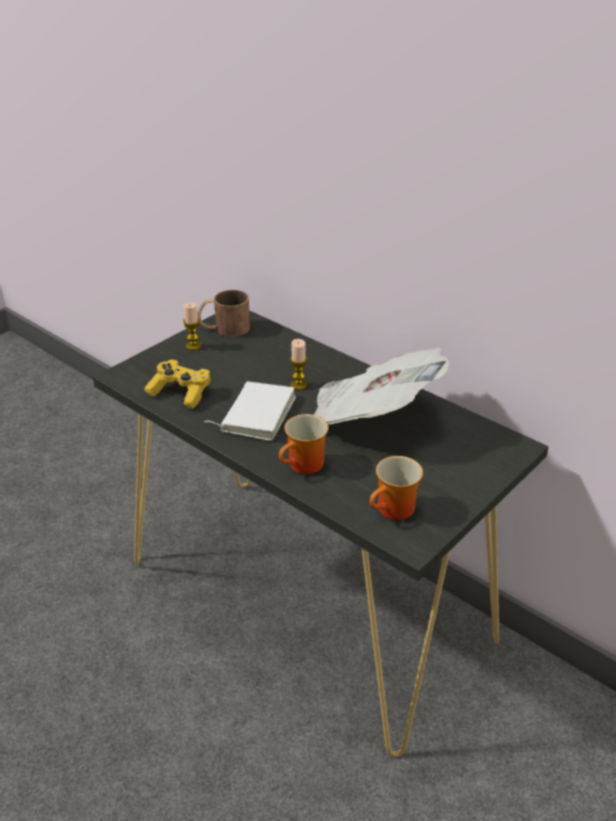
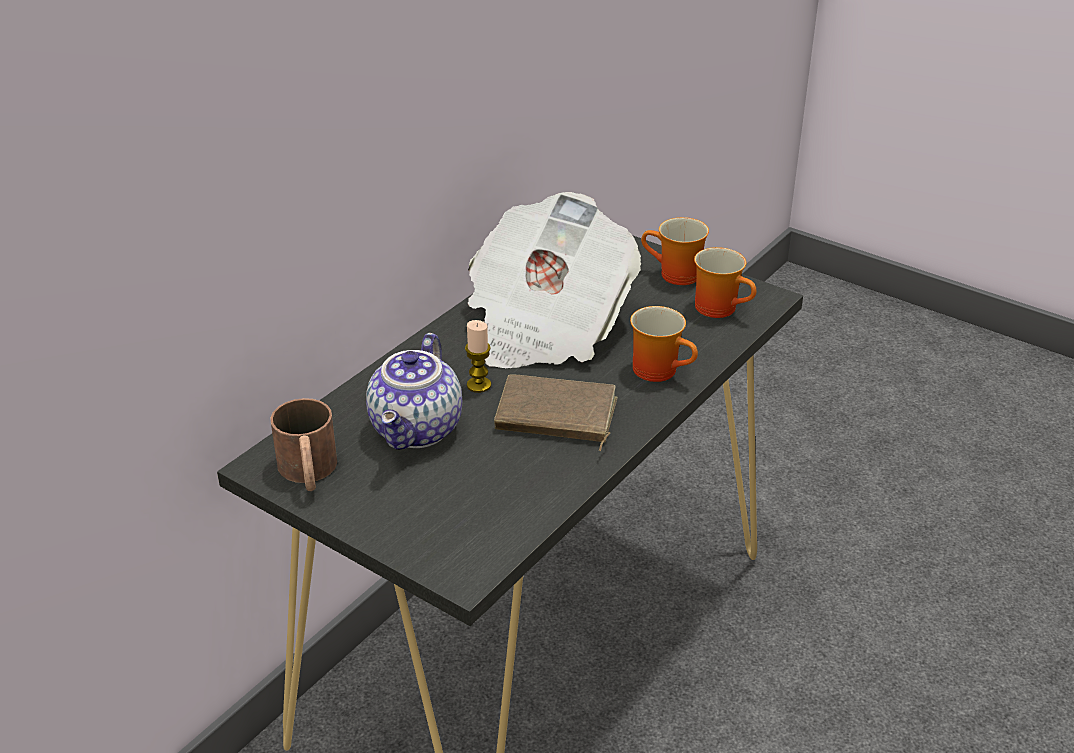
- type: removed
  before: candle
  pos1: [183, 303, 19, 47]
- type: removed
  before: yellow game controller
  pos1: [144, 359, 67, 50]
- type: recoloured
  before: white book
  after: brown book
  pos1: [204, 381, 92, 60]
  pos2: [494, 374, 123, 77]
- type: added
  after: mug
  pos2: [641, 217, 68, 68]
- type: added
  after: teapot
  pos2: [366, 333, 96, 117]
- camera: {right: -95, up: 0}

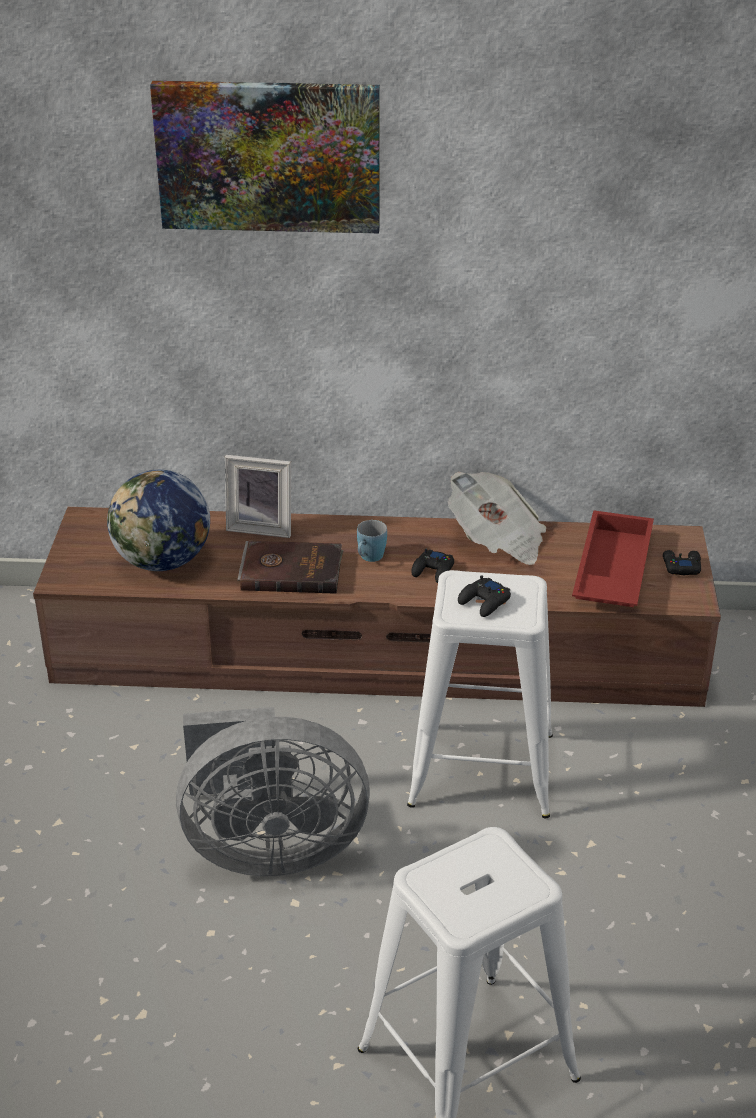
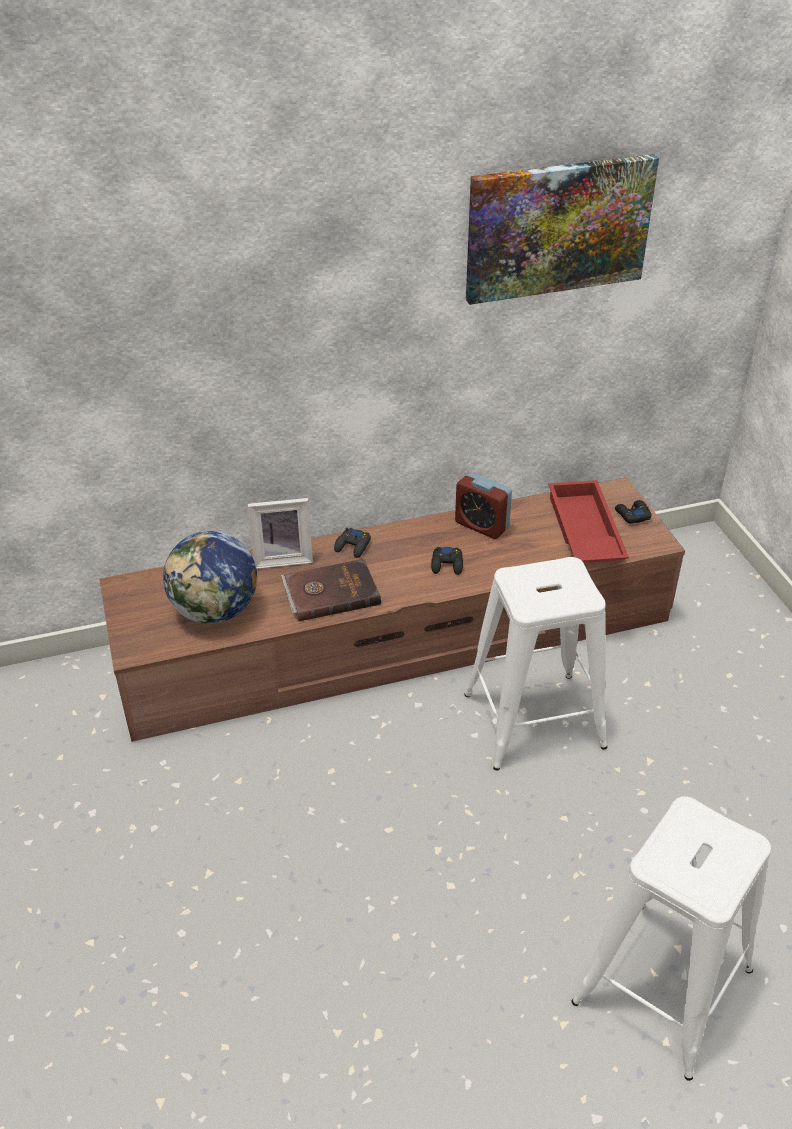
- type: moved
  before: picture
  pos1: [150, 81, 230, 152]
  pos2: [466, 154, 193, 151]
- type: replaced
  before: newspaper
  after: alarm clock
  pos1: [448, 472, 98, 93]
  pos2: [455, 472, 57, 67]
- type: removed
  before: blue mug
  pos1: [357, 520, 30, 42]
- type: moved
  before: black game controller
  pos1: [458, 575, 53, 42]
  pos2: [334, 528, 37, 30]
- type: removed
  before: grey fan
  pos1: [176, 707, 194, 169]
- camera: {right: -20, up: 5}

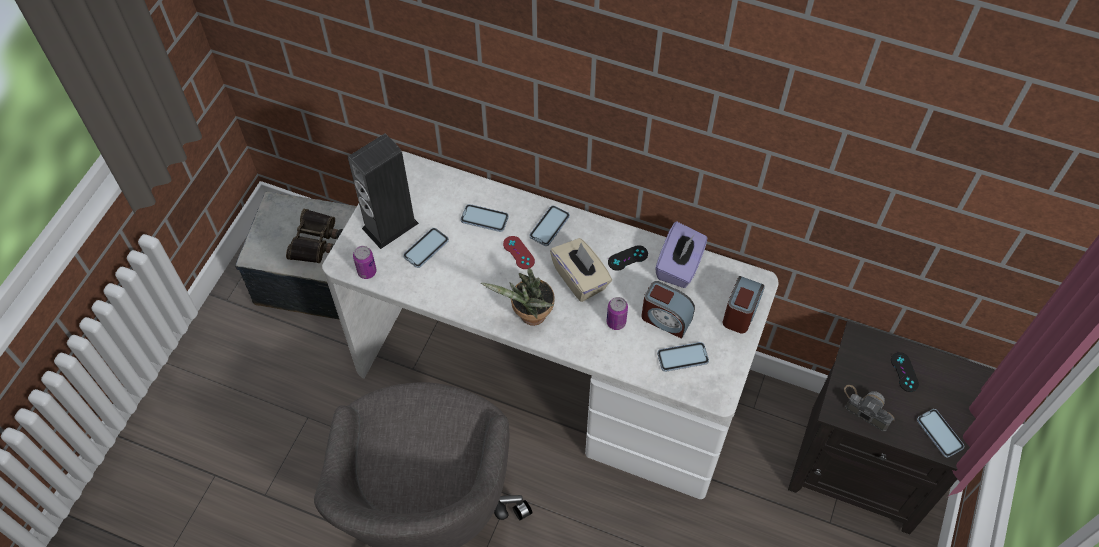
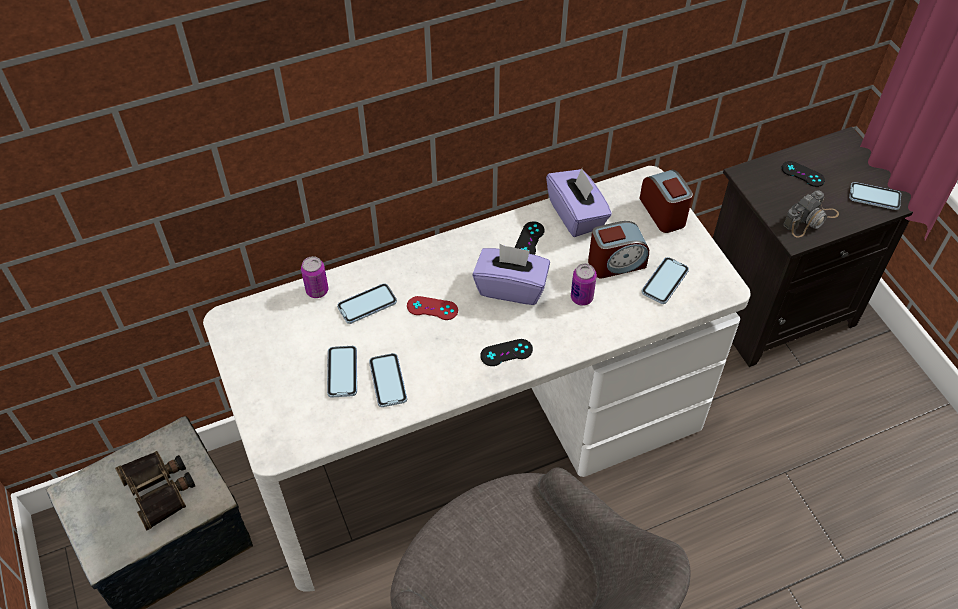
- type: removed
  before: speaker
  pos1: [348, 134, 71, 115]
- type: moved
  before: phone
  pos1: [529, 205, 41, 41]
  pos2: [369, 353, 38, 54]
- type: recoloured
  before: beige tissue box
  after: purple tissue box
  pos1: [550, 238, 62, 64]
  pos2: [472, 244, 78, 61]
- type: moved
  before: can
  pos1: [353, 246, 24, 33]
  pos2: [301, 256, 27, 42]
- type: replaced
  before: potted plant
  after: black game controller
  pos1: [481, 268, 73, 58]
  pos2: [480, 339, 53, 27]
- type: turned
  before: photo camera
  pos1: [844, 385, 51, 46]
  pos2: [783, 190, 56, 48]
  turn: 150
- camera: {right: -45, up: -5}

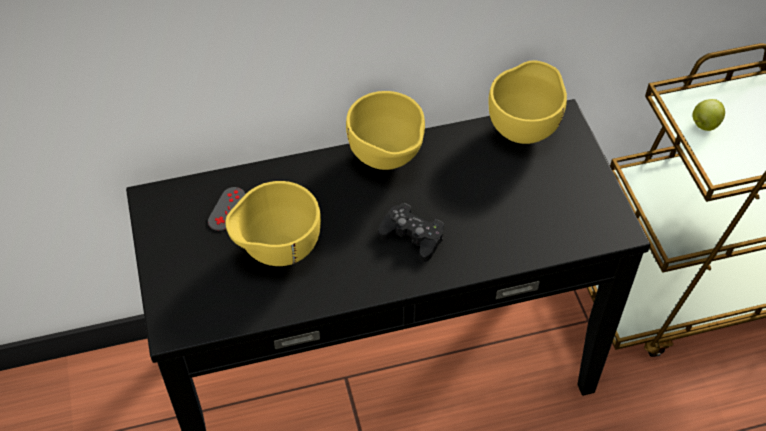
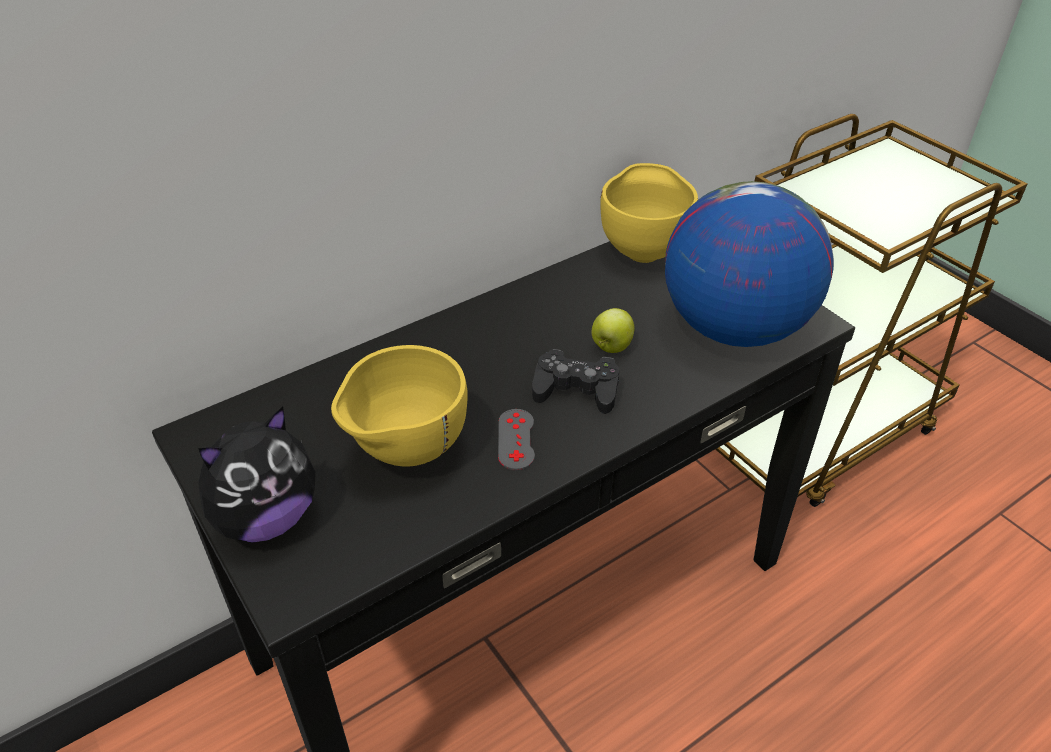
- type: removed
  before: yellow bowl
  pos1: [346, 91, 79, 79]
- type: moved
  before: apple
  pos1: [693, 99, 32, 32]
  pos2: [592, 308, 43, 45]
- type: moved
  before: grey game controller
  pos1: [208, 187, 37, 44]
  pos2: [498, 409, 37, 61]
- type: added
  after: globe
  pos2: [665, 181, 169, 166]
- type: added
  after: plush toy
  pos2: [198, 406, 118, 137]
- camera: {right: -20, up: -10}

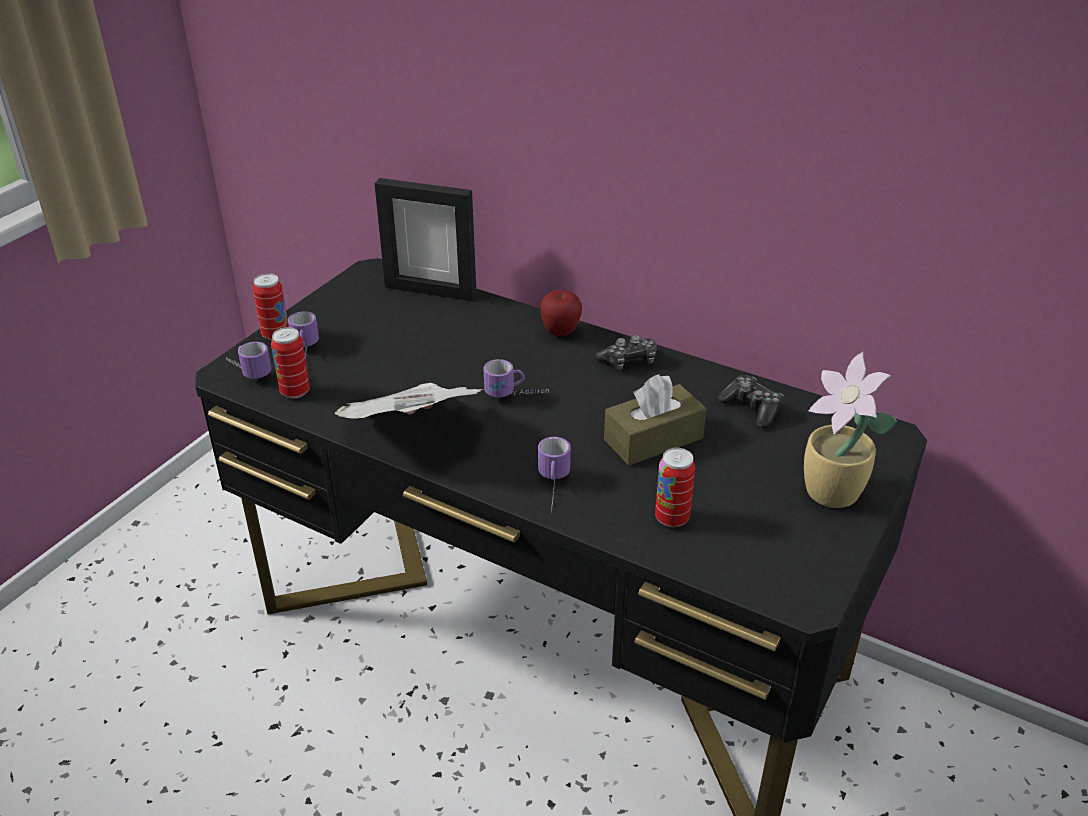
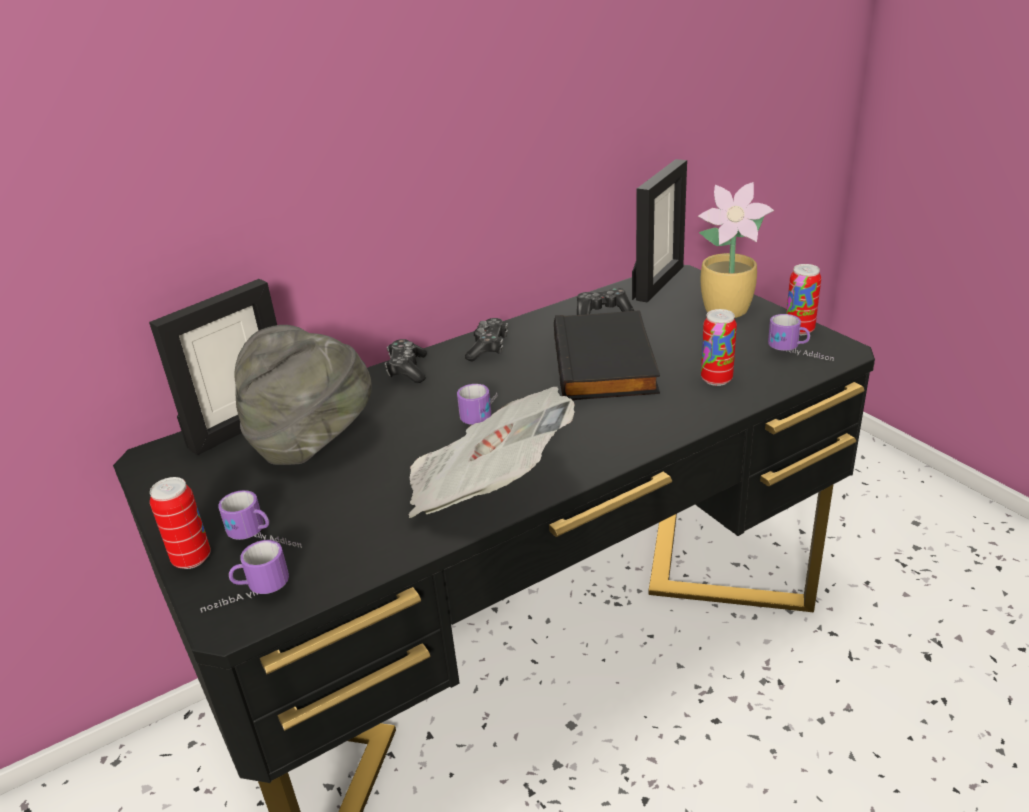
- type: replaced
  before: apple
  after: game controller
  pos1: [540, 290, 42, 46]
  pos2: [385, 339, 42, 44]
- type: moved
  before: can
  pos1: [271, 327, 39, 72]
  pos2: [786, 264, 35, 71]
- type: replaced
  before: brown tissue box
  after: black book
  pos1: [604, 374, 103, 91]
  pos2: [554, 310, 106, 91]
- type: moved
  before: mug
  pos1: [538, 437, 33, 76]
  pos2: [768, 314, 66, 47]
- type: added
  after: picture frame
  pos2: [632, 159, 55, 144]
- type: added
  after: grey hat
  pos2: [234, 325, 138, 140]
- camera: {right: -60, up: -5}

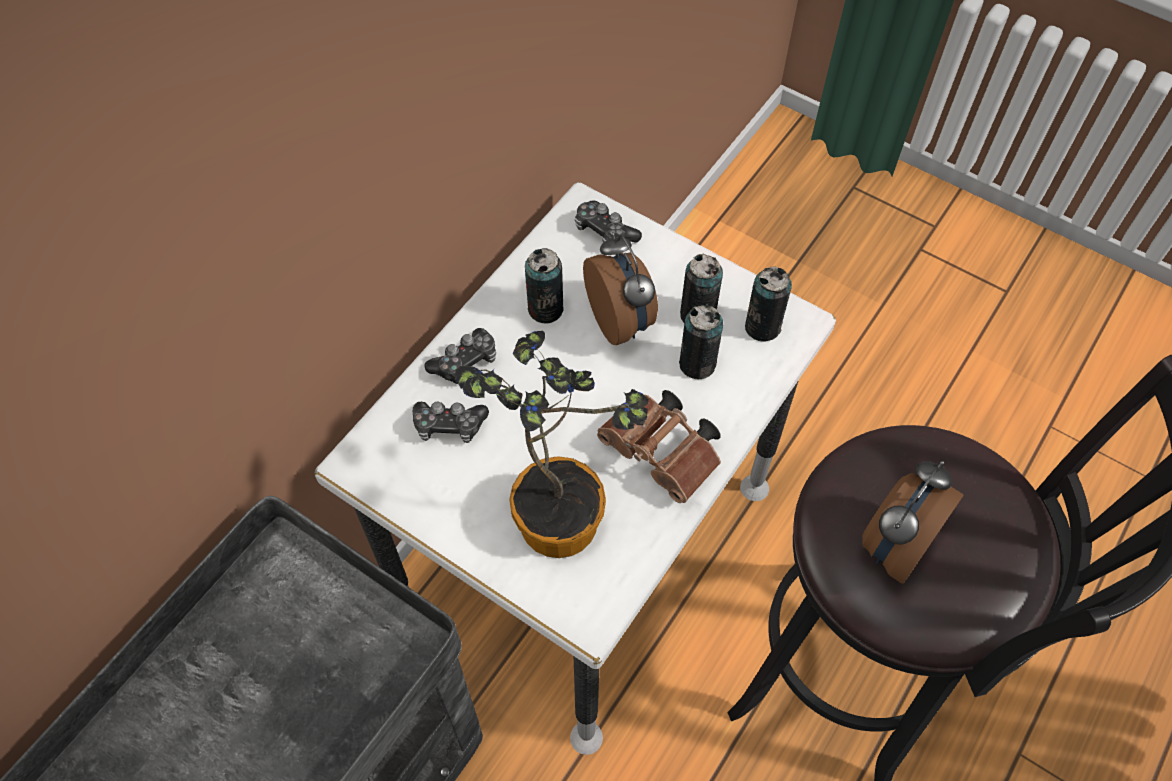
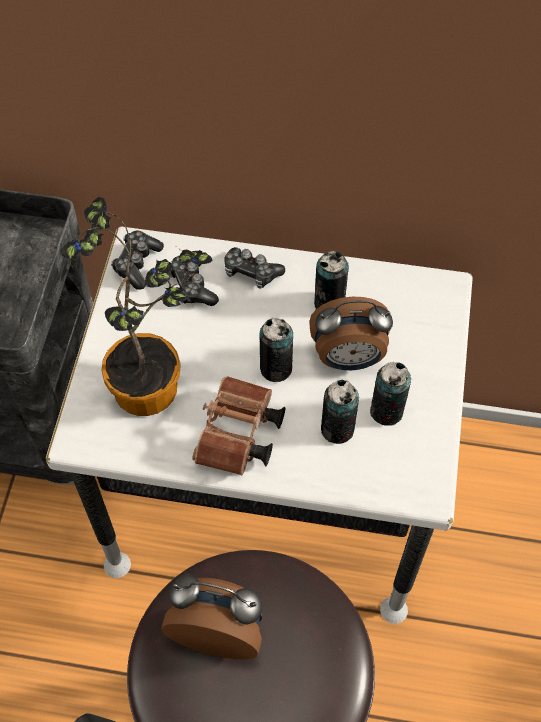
- type: moved
  before: game controller
  pos1: [575, 201, 67, 41]
  pos2: [111, 231, 53, 59]
- type: turned
  before: alarm clock
  pos1: [583, 232, 75, 113]
  pos2: [309, 297, 84, 73]
  turn: 45
- type: moved
  before: can
  pos1: [745, 267, 47, 75]
  pos2: [260, 318, 33, 64]
- camera: {right: 65, up: 0}

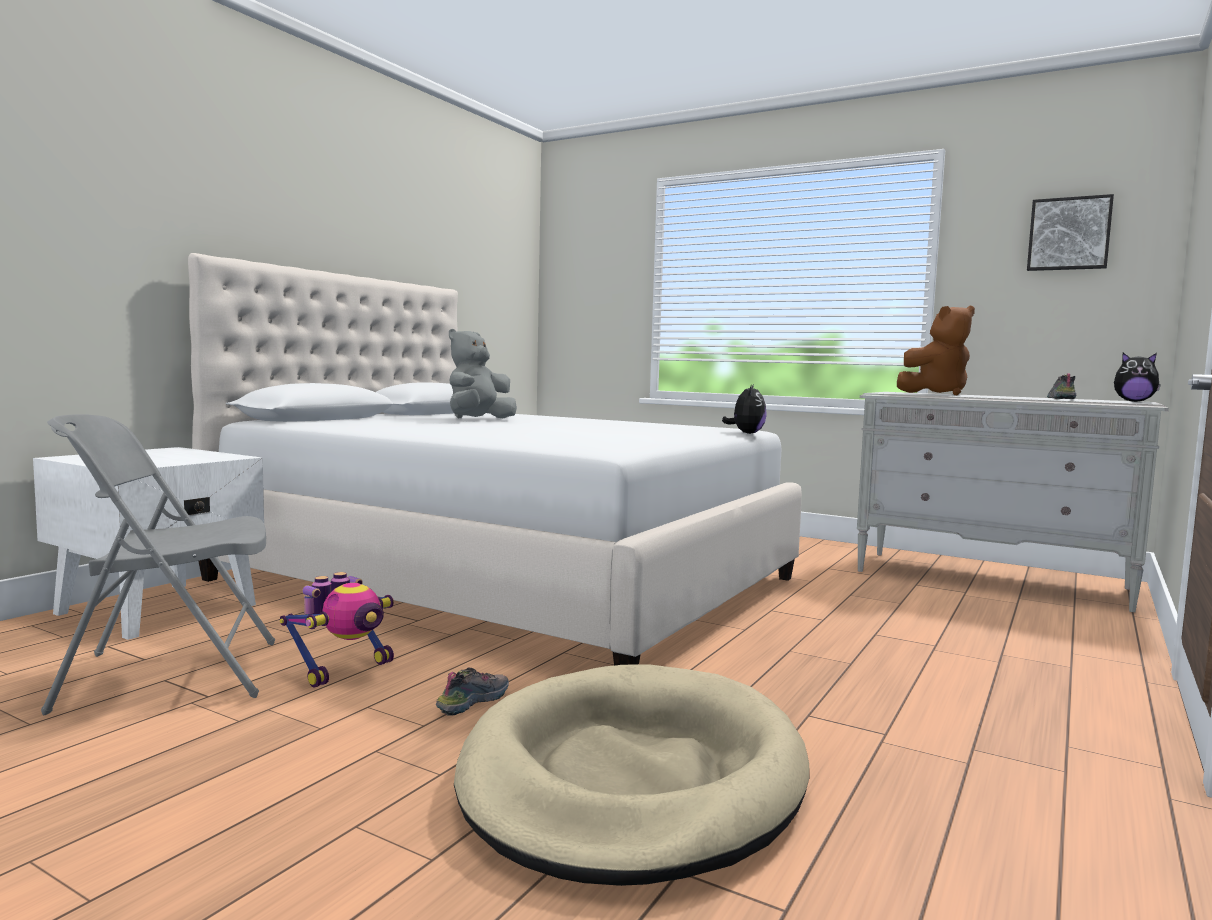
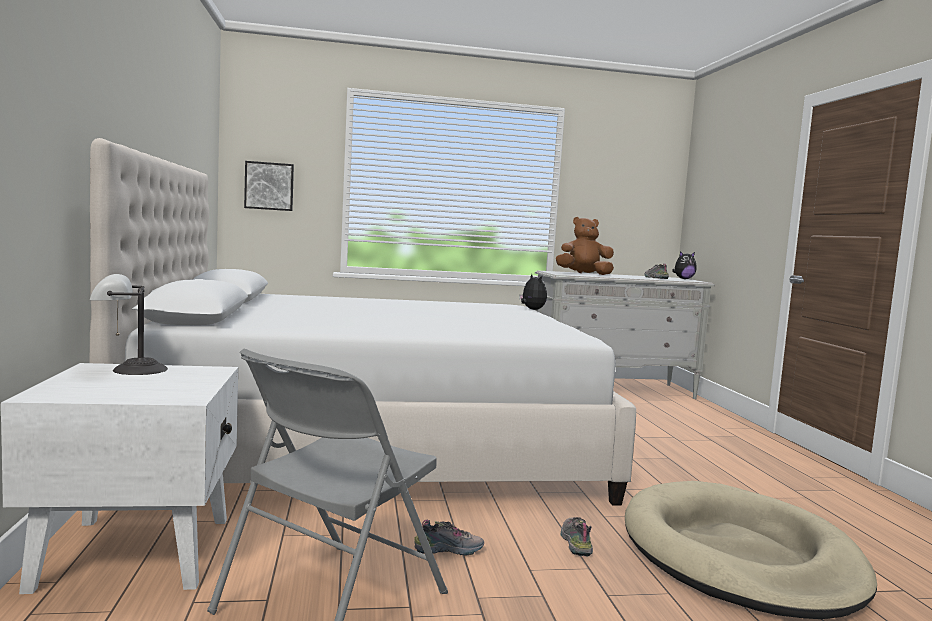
- type: moved
  before: picture
  pos1: [1027, 194, 87, 77]
  pos2: [244, 161, 50, 50]
- type: turned
  before: brown plush toy
  pos1: [897, 305, 78, 90]
  pos2: [556, 217, 58, 58]
  turn: -120
- type: removed
  before: grey plush toy
  pos1: [449, 329, 68, 89]
- type: replaced
  before: toy robot
  after: shoe
  pos1: [280, 572, 114, 116]
  pos2: [414, 520, 70, 35]
- type: added
  after: table lamp
  pos2: [90, 274, 78, 101]
- camera: {right: -40, up: 0}

